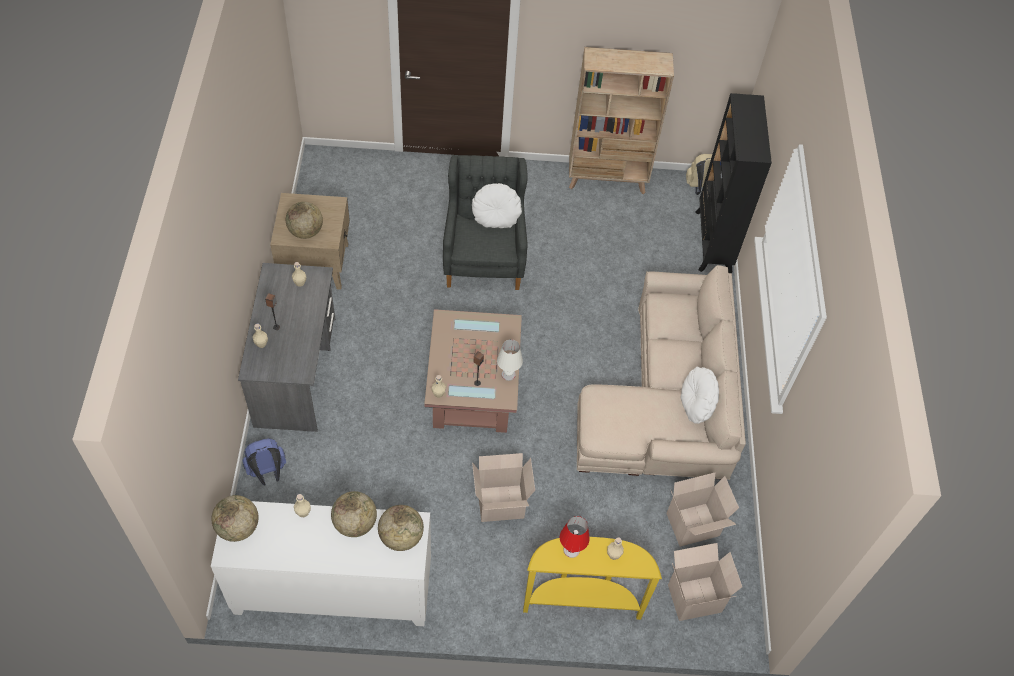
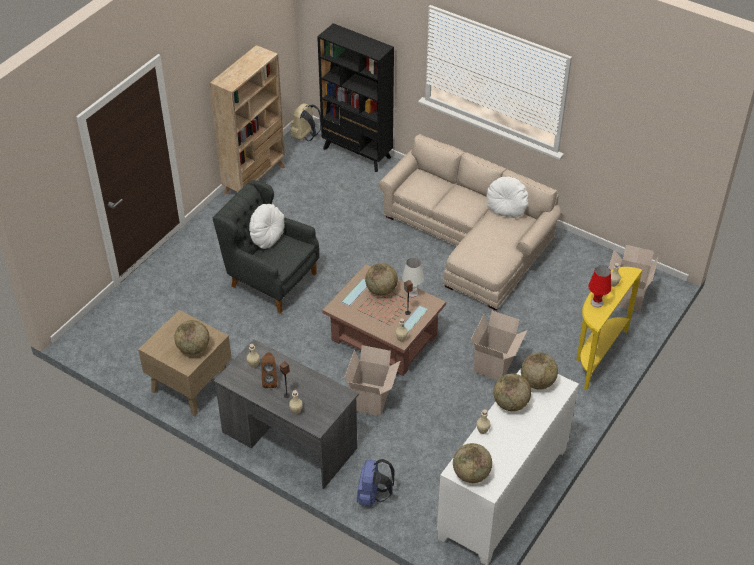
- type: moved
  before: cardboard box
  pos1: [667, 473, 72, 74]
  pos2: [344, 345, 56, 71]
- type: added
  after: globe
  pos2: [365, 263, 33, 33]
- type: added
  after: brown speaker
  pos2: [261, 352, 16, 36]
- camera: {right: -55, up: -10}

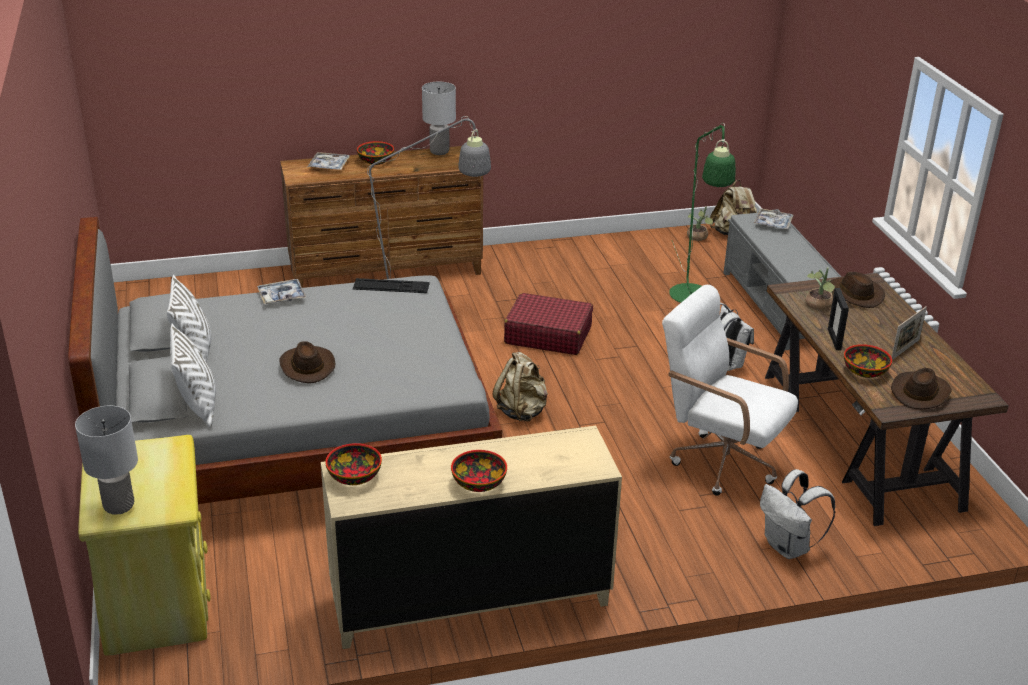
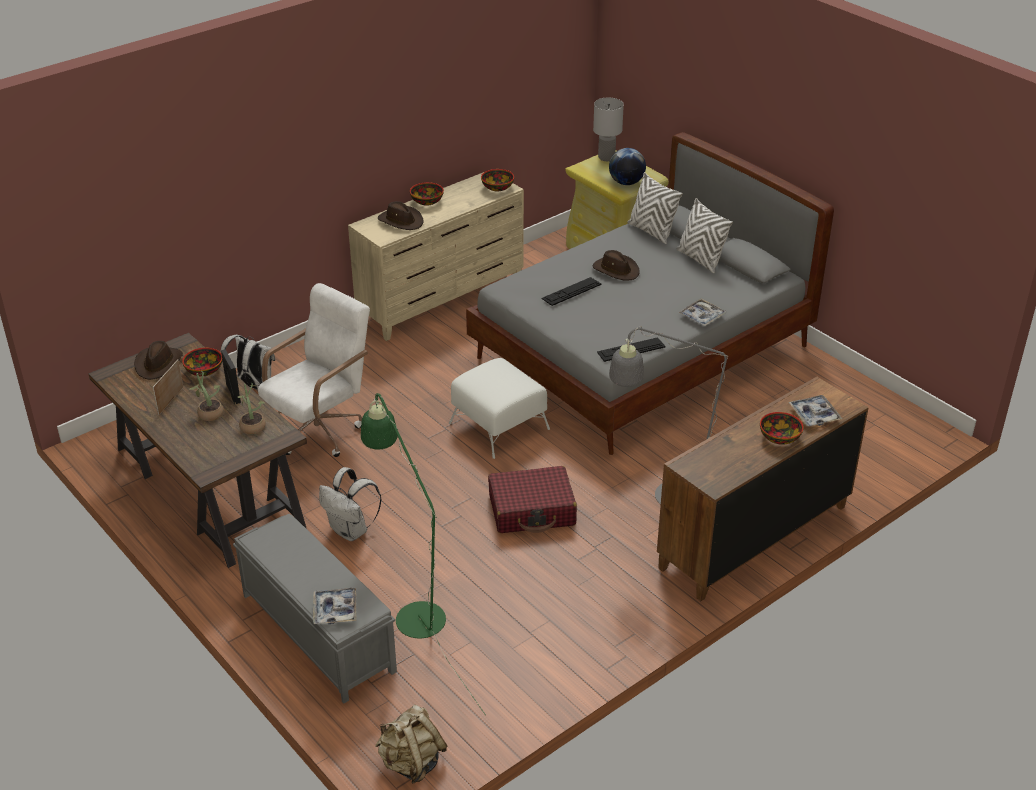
- type: removed
  before: grey table lamp
  pos1: [422, 82, 34, 73]
- type: moved
  before: potted plant
  pos1: [687, 207, 26, 34]
  pos2: [189, 371, 35, 50]
- type: moved
  before: brown hat
  pos1: [830, 272, 55, 36]
  pos2: [378, 201, 45, 29]
- type: turned
  before: white office chair
  pos1: [662, 285, 136, 211]
  pos2: [258, 283, 112, 174]
  turn: -60
- type: replaced
  before: beige backpack
  after: white ottoman
  pos1: [493, 352, 55, 69]
  pos2: [449, 358, 101, 101]
- type: added
  after: globe
  pos2: [609, 148, 37, 37]
- type: added
  after: keyboard
  pos2: [541, 277, 60, 29]
- camera: {right: 155, up: 5}

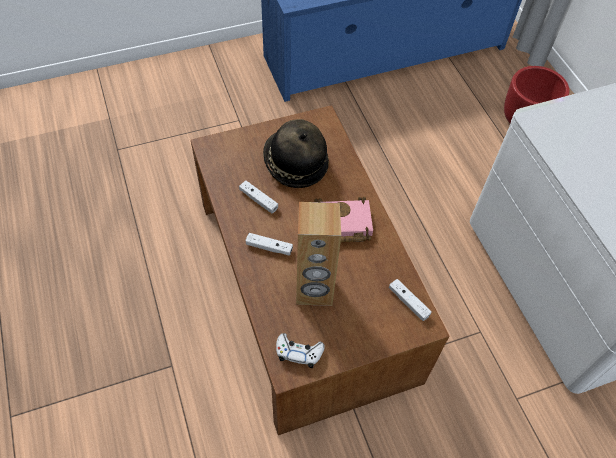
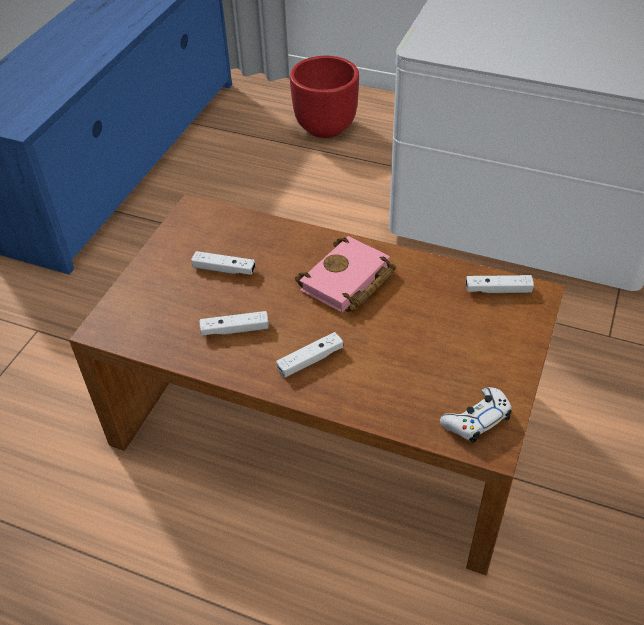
- type: replaced
  before: hat
  after: white game controller
  pos1: [263, 119, 66, 69]
  pos2: [191, 251, 65, 24]
- type: removed
  before: brown speaker
  pos1: [296, 202, 45, 104]
- camera: {right: -45, up: -10}

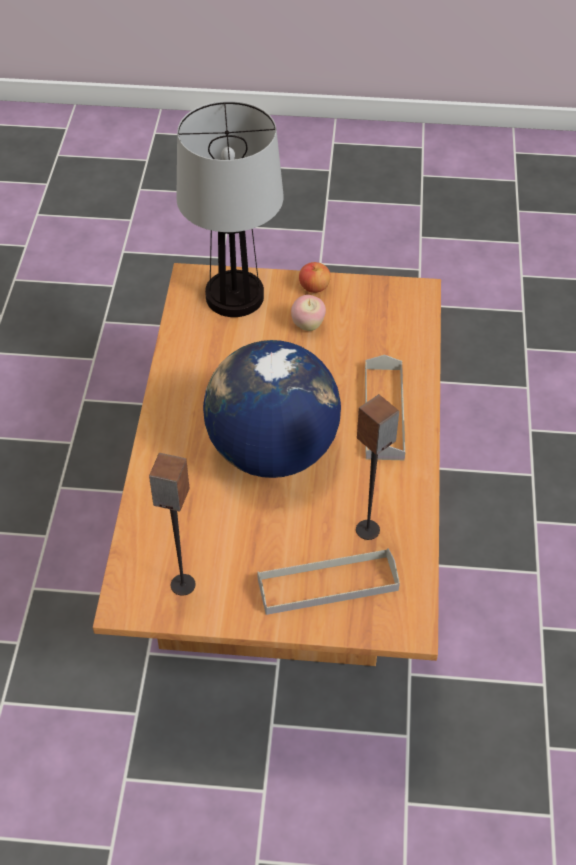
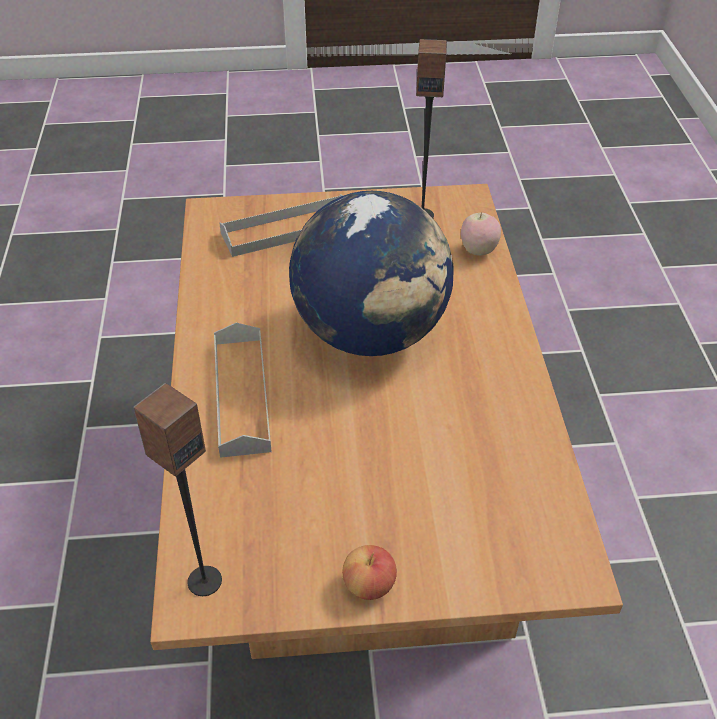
- type: removed
  before: table lamp
  pos1: [176, 101, 107, 216]
- type: moved
  before: apple
  pos1: [291, 295, 35, 36]
  pos2: [461, 213, 40, 43]
- type: moved
  before: speaker
  pos1: [356, 394, 43, 146]
  pos2: [133, 383, 89, 213]
- camera: {right: 170, up: -5}

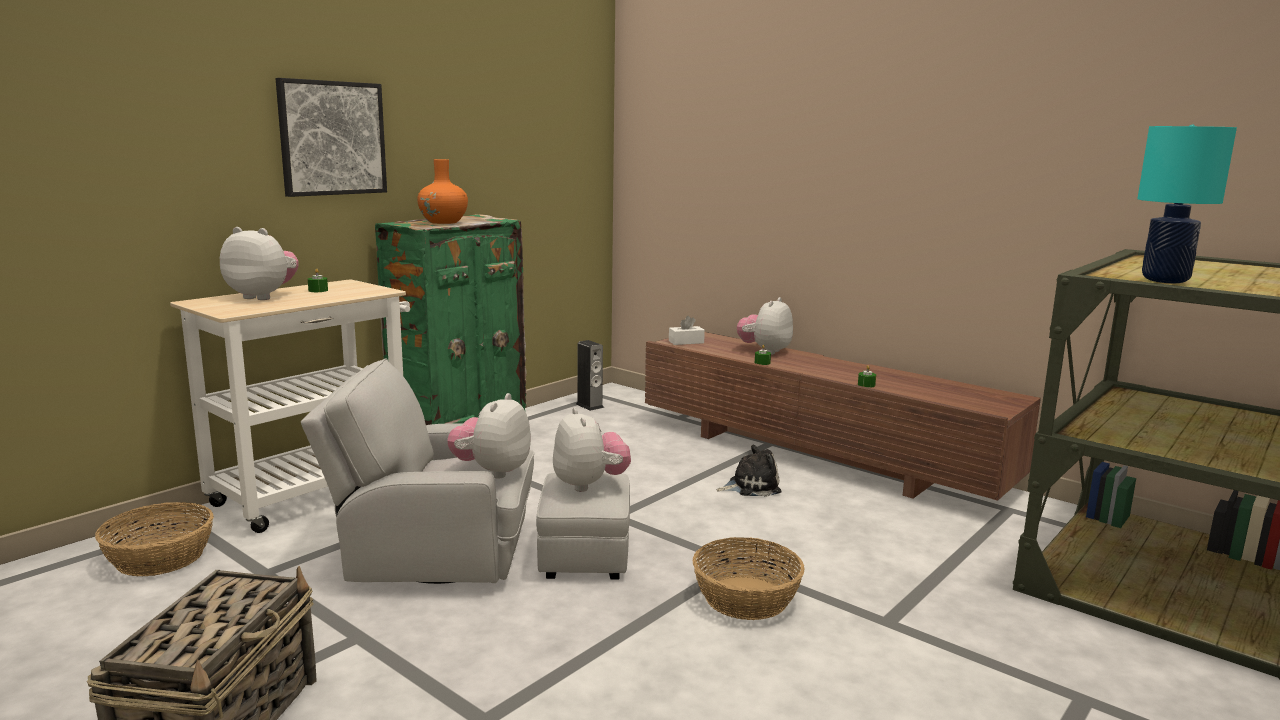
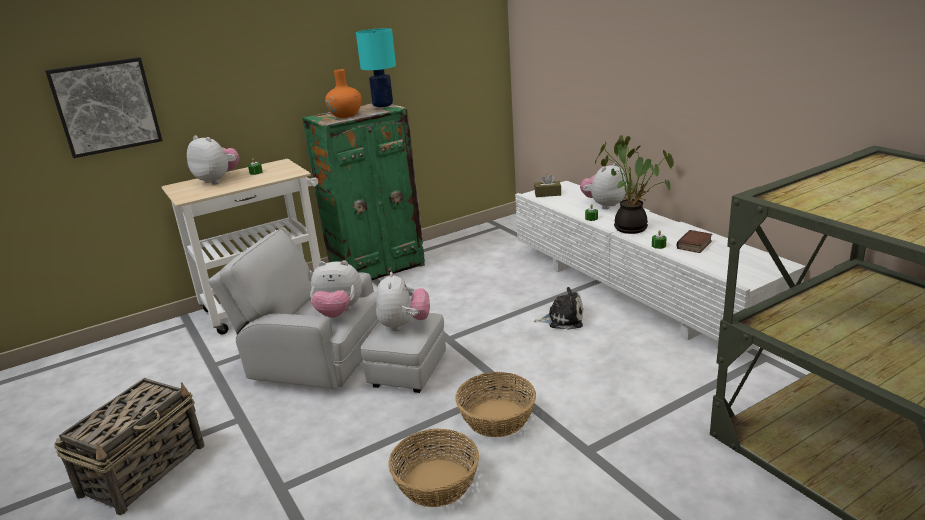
- type: moved
  before: picture
  pos1: [275, 78, 112, 119]
  pos2: [45, 57, 118, 101]
- type: moved
  before: turquoise table lamp
  pos1: [1137, 124, 100, 159]
  pos2: [356, 28, 40, 79]
- type: recoloured
  before: white tissue box
  after: brown tissue box
  pos1: [669, 316, 36, 29]
  pos2: [534, 174, 27, 23]
- type: recoloured
  before: brown tv stand
  after: white tv stand
  pos1: [645, 332, 396, 169]
  pos2: [515, 181, 291, 172]
- type: removed
  before: speaker
  pos1: [576, 340, 28, 71]
- type: turned
  before: plush toy
  pos1: [447, 393, 84, 86]
  pos2: [310, 260, 52, 58]
  turn: -120
- type: moved
  before: basket
  pos1: [95, 502, 119, 74]
  pos2: [388, 429, 91, 78]
- type: added
  after: potted plant
  pos2: [595, 135, 79, 99]
- type: added
  after: book
  pos2: [677, 230, 35, 23]
- camera: {right: 20, up: 10}

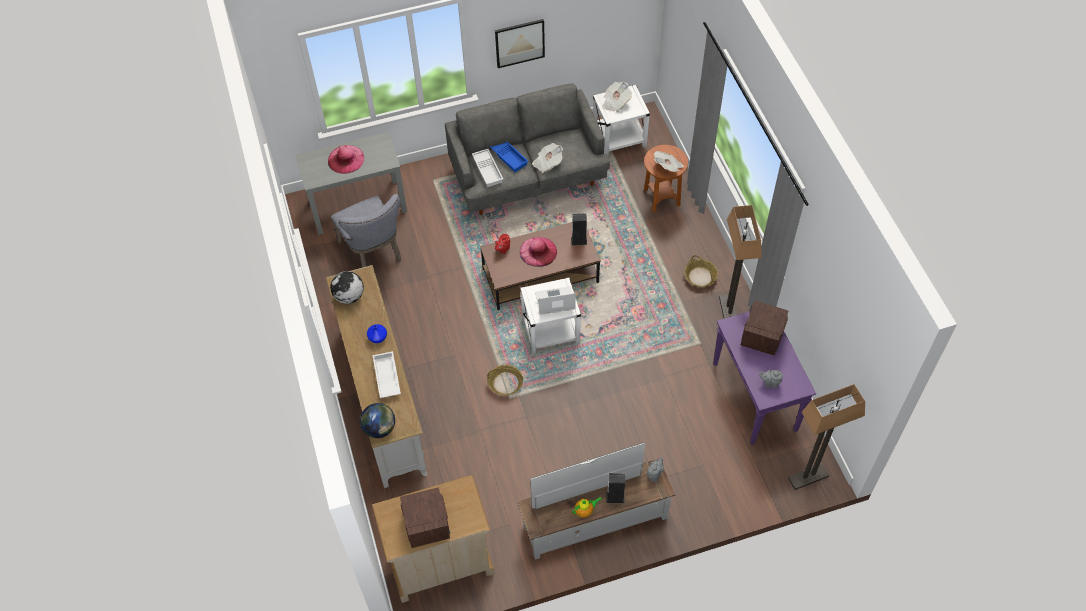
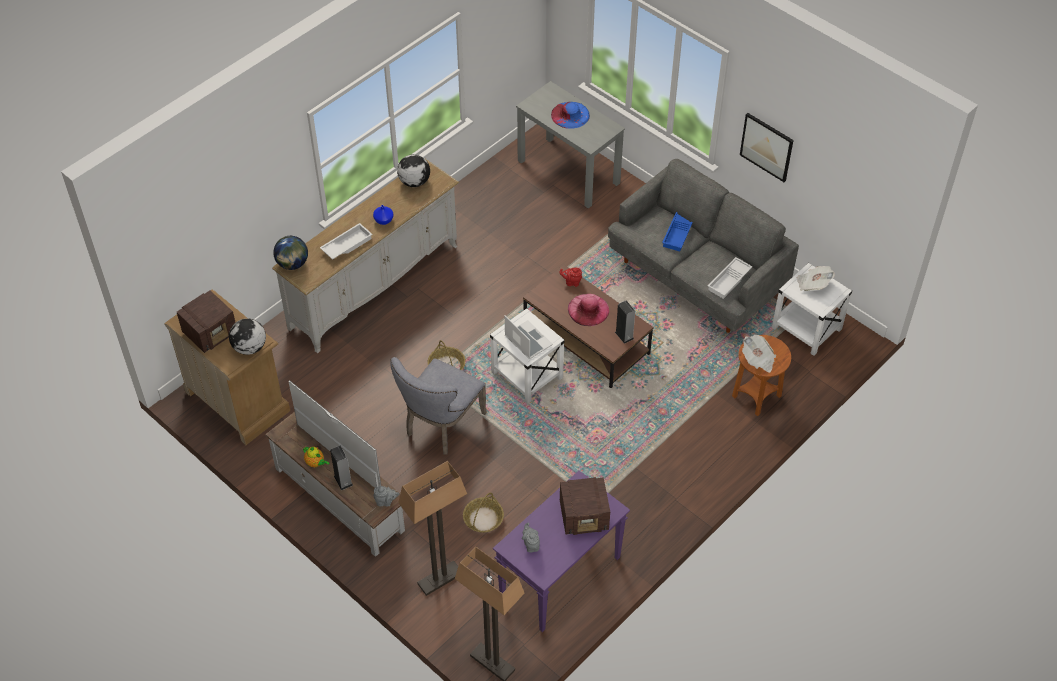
- type: removed
  before: newspaper
  pos1: [532, 143, 31, 30]
- type: recoloured
  before: pink hat
  after: blue hat
  pos1: [328, 145, 36, 29]
  pos2: [551, 102, 39, 27]
- type: moved
  before: white tray
  pos1: [472, 149, 31, 38]
  pos2: [708, 257, 44, 42]
- type: moved
  before: grey chair
  pos1: [331, 194, 70, 74]
  pos2: [390, 357, 97, 98]
- type: moved
  before: floor lamp
  pos1: [719, 205, 43, 114]
  pos2: [398, 461, 69, 135]
- type: moved
  before: basket
  pos1: [684, 255, 34, 33]
  pos2: [463, 493, 41, 40]
- type: added
  after: globe
  pos2: [229, 319, 37, 36]
- camera: {right: 60, up: -5}

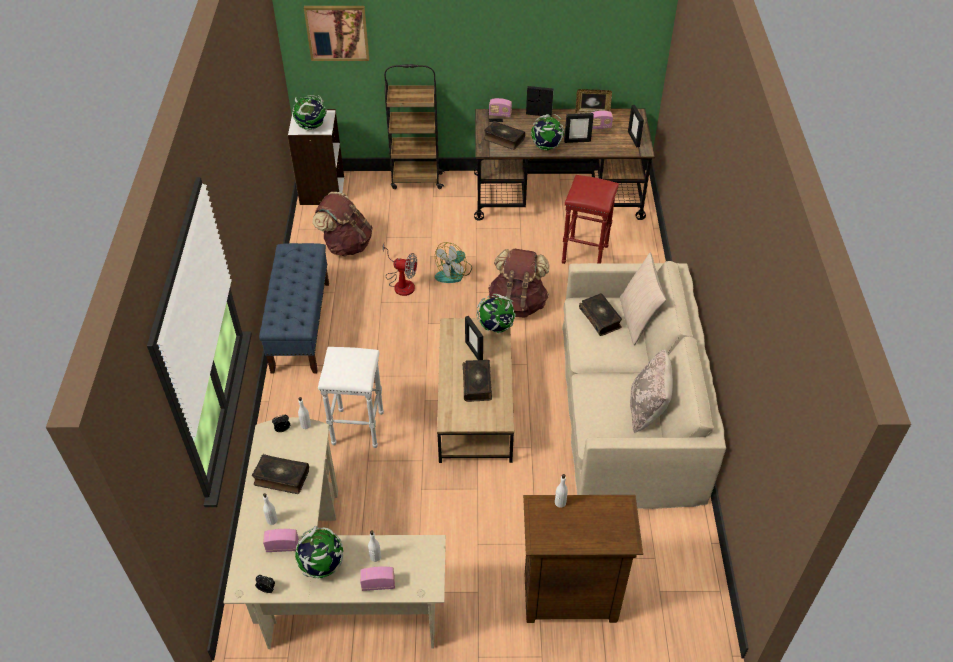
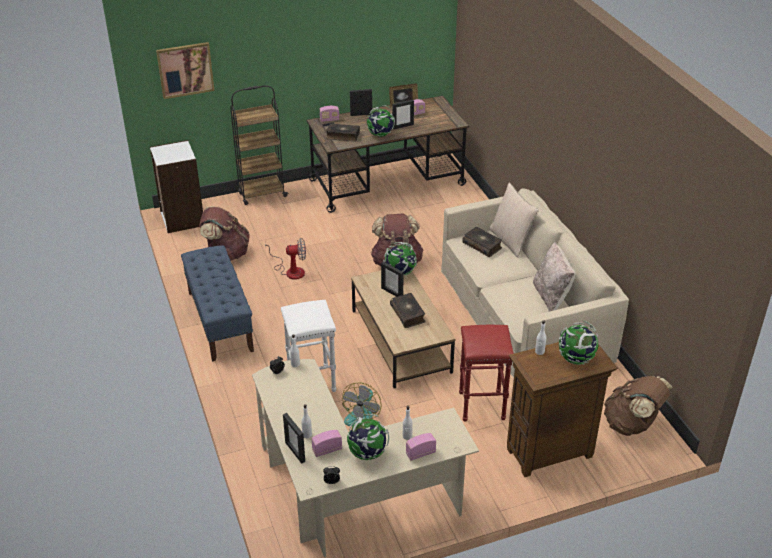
- type: moved
  before: globe
  pos1: [293, 95, 34, 36]
  pos2: [559, 321, 39, 44]
- type: moved
  before: picture frame
  pos1: [628, 105, 16, 42]
  pos2: [283, 413, 22, 51]
- type: moved
  before: red stool
  pos1: [562, 175, 57, 89]
  pos2: [459, 325, 55, 96]
- type: moved
  before: fan
  pos1: [435, 242, 37, 41]
  pos2: [342, 382, 40, 44]
- type: removed
  before: book
  pos1: [252, 454, 57, 40]
- type: added
  after: brown backpack
  pos2: [604, 376, 69, 60]
- camera: {right: -20, up: -10}

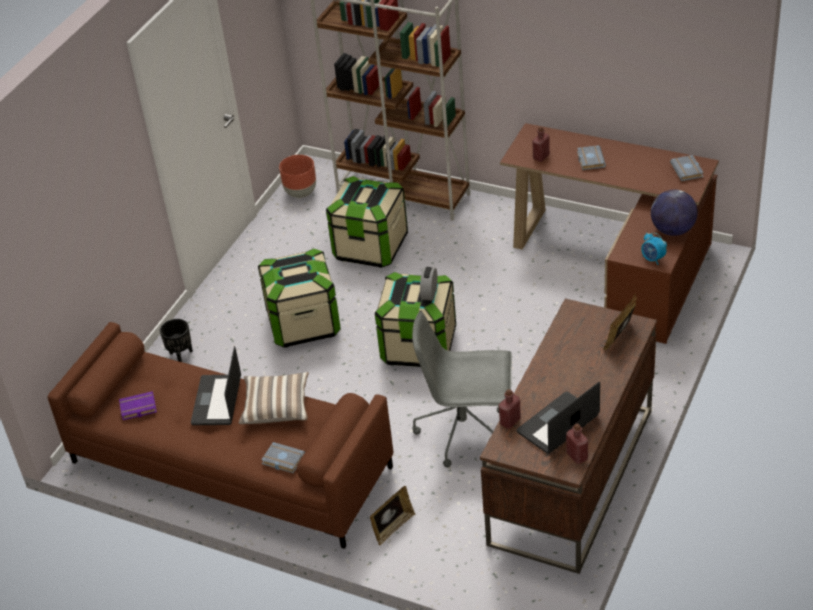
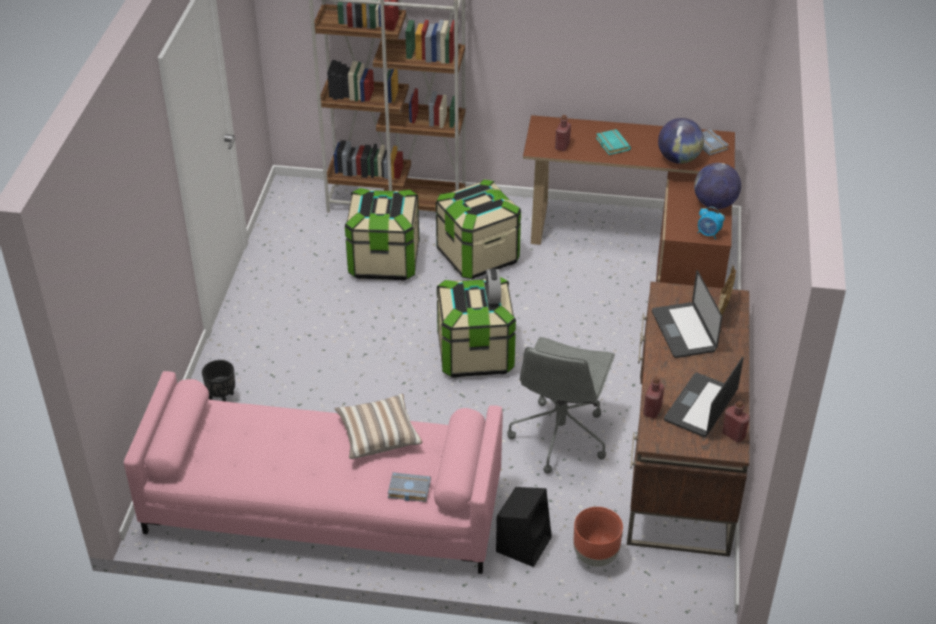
- type: recoloured
  before: grey book
  after: turquoise book
  pos1: [577, 145, 29, 25]
  pos2: [596, 129, 35, 26]
- type: moved
  before: brown planter
  pos1: [279, 155, 37, 43]
  pos2: [573, 507, 50, 60]
- type: moved
  before: storage box
  pos1: [258, 249, 83, 99]
  pos2: [436, 179, 85, 100]
- type: turned
  before: grey office chair
  pos1: [412, 311, 100, 156]
  pos2: [507, 337, 108, 137]
  turn: -60
- type: recoloured
  before: brown sofa
  after: pink sofa
  pos1: [47, 322, 346, 227]
  pos2: [124, 371, 379, 203]
- type: moved
  before: laptop
  pos1: [191, 346, 50, 79]
  pos2: [652, 270, 70, 88]
- type: removed
  before: purple book
  pos1: [119, 391, 38, 29]
- type: replaced
  before: picture frame
  after: black speaker
  pos1: [370, 486, 45, 59]
  pos2: [496, 487, 56, 80]
- type: added
  after: globe
  pos2: [658, 118, 46, 46]
- camera: {right: -20, up: 0}

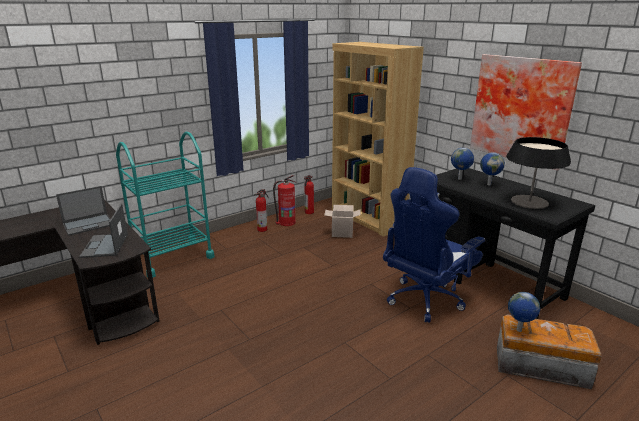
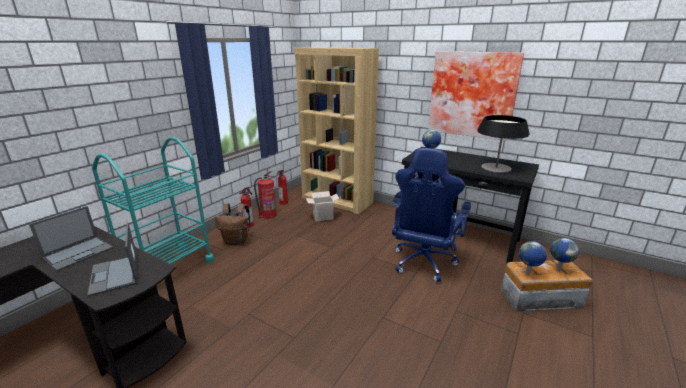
- type: moved
  before: globe
  pos1: [480, 152, 25, 34]
  pos2: [550, 238, 29, 33]
- type: added
  after: brown backpack
  pos2: [215, 203, 35, 42]
- camera: {right: -20, up: 0}

